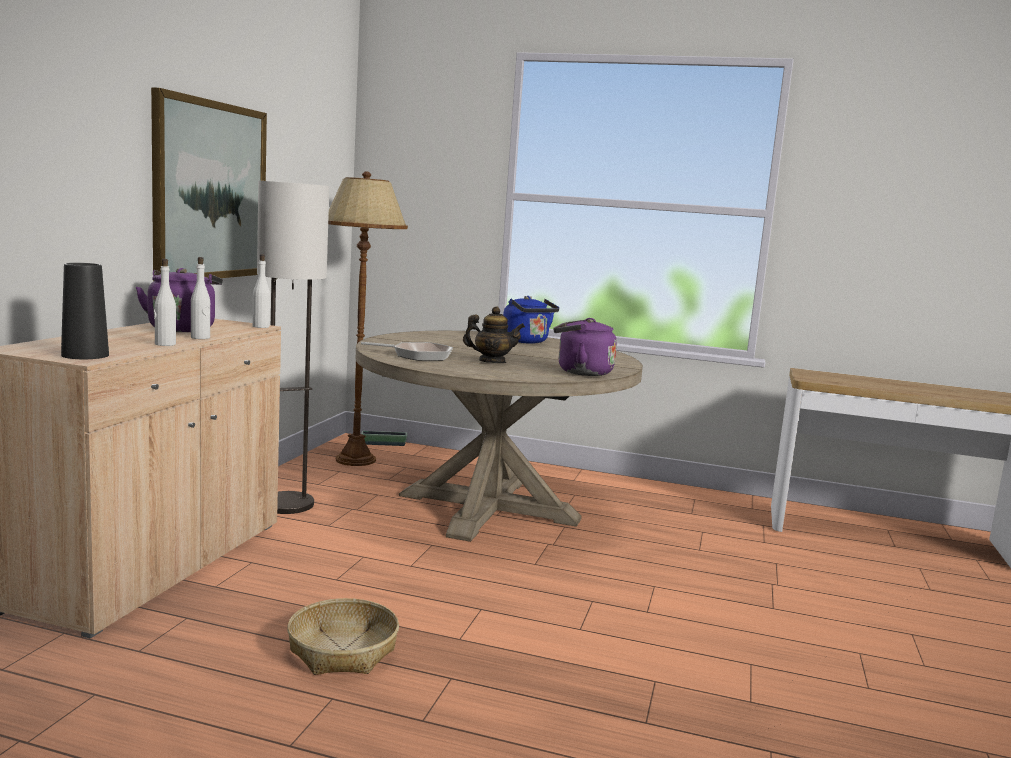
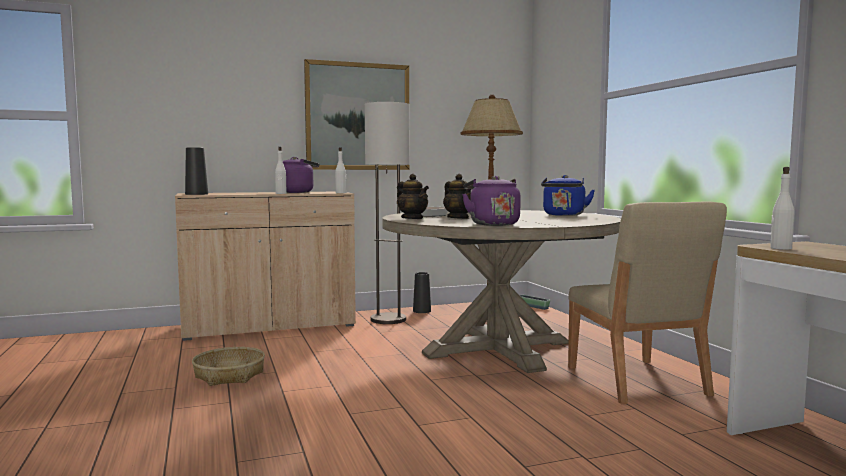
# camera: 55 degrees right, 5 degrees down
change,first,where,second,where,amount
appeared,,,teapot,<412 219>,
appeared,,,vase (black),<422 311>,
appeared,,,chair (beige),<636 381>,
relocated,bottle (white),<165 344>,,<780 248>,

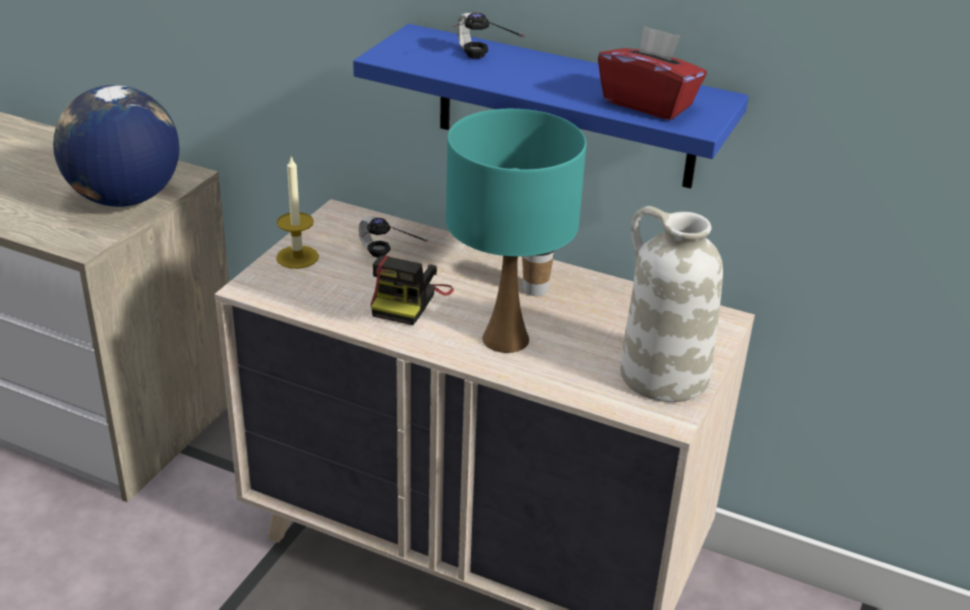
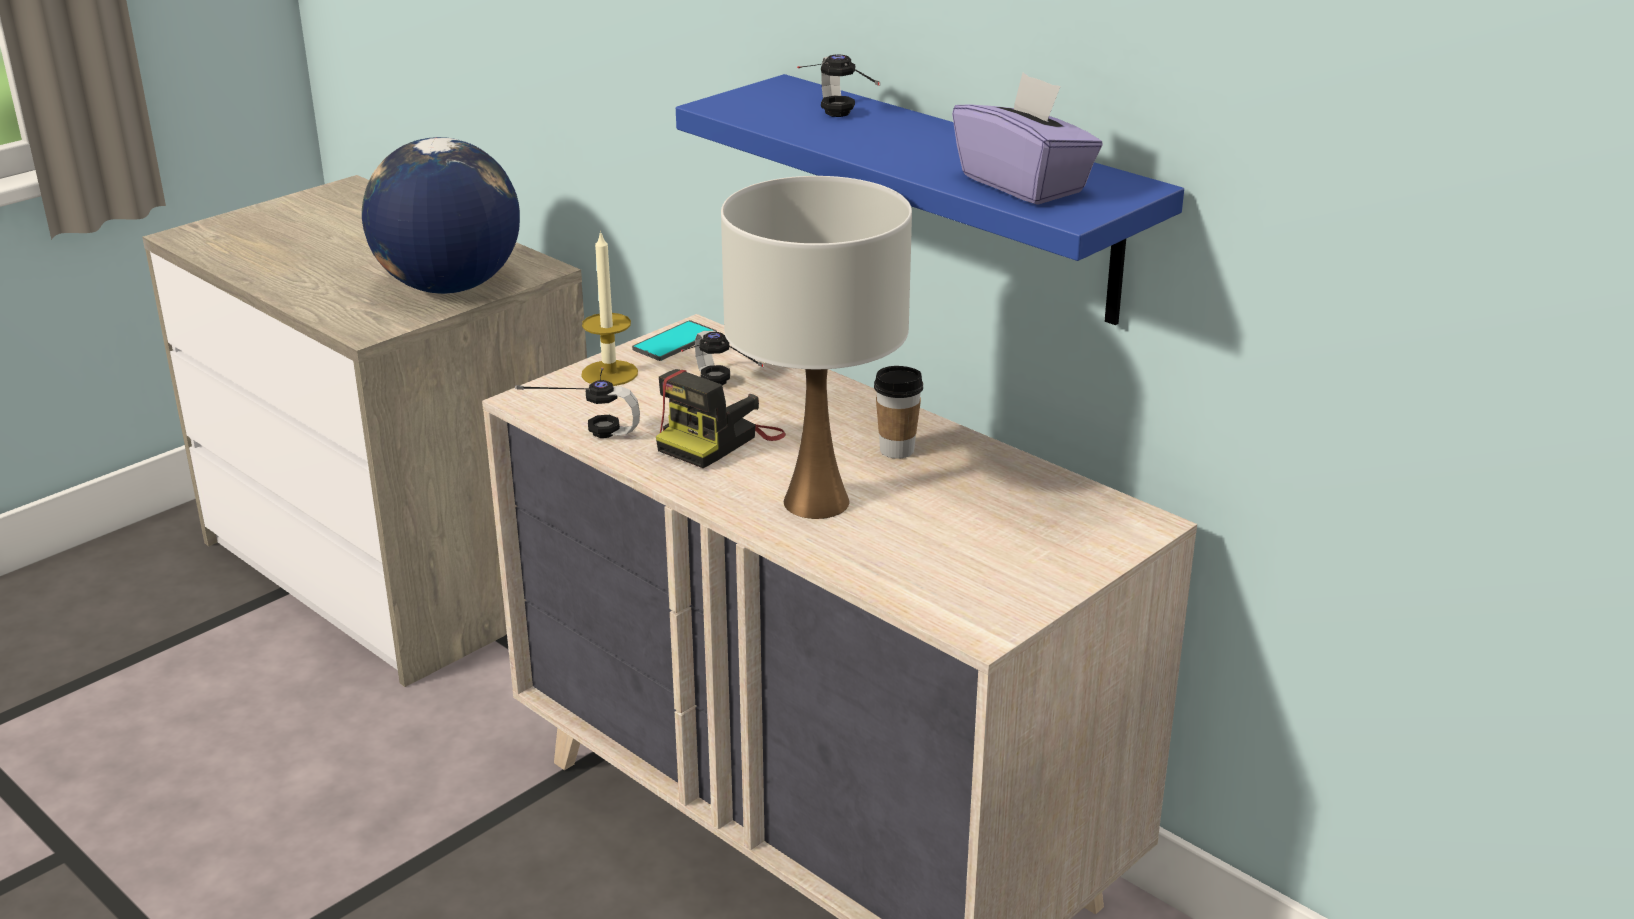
# camera: 20 degrees right, 5 degrees down
change,first,where,second,where,amount
appeared,,,headphones,<587 426>,
appeared,,,phone,<675 342>,
colour,table lamp (turquoise),<504 338>,table lamp (white),<815 501>,
colour,tissue box (red),<648 103>,tissue box (purple),<1024 184>,
missing,vase (white),<662 375>,,,

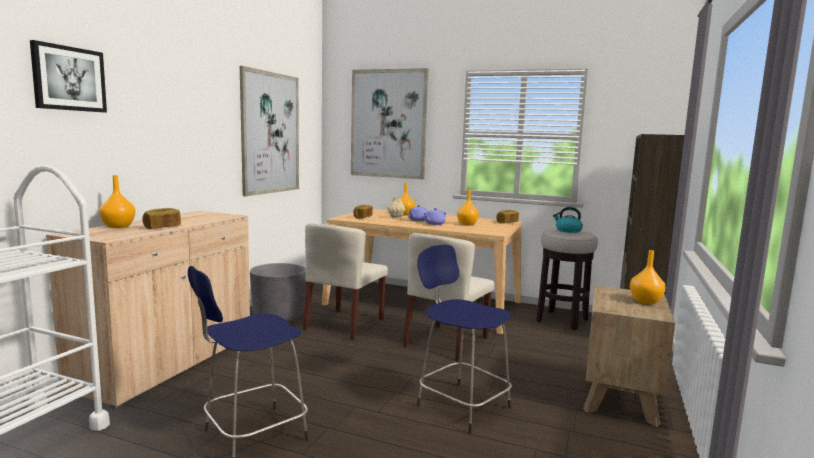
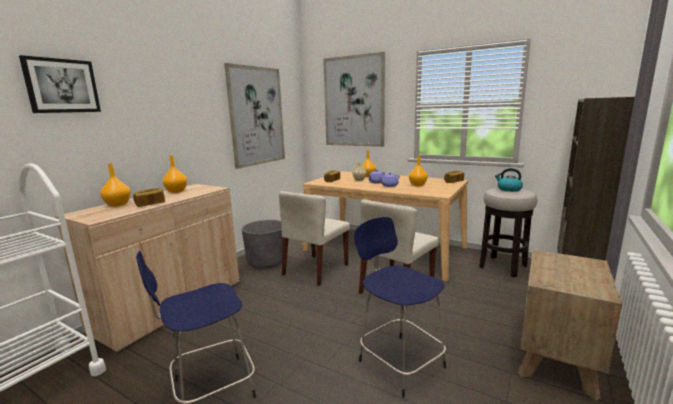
# camera: 10 degrees right, 5 degrees up
change,first,where,second,where,amount
relocated,vase (orange),<646 301>,,<176 191>,

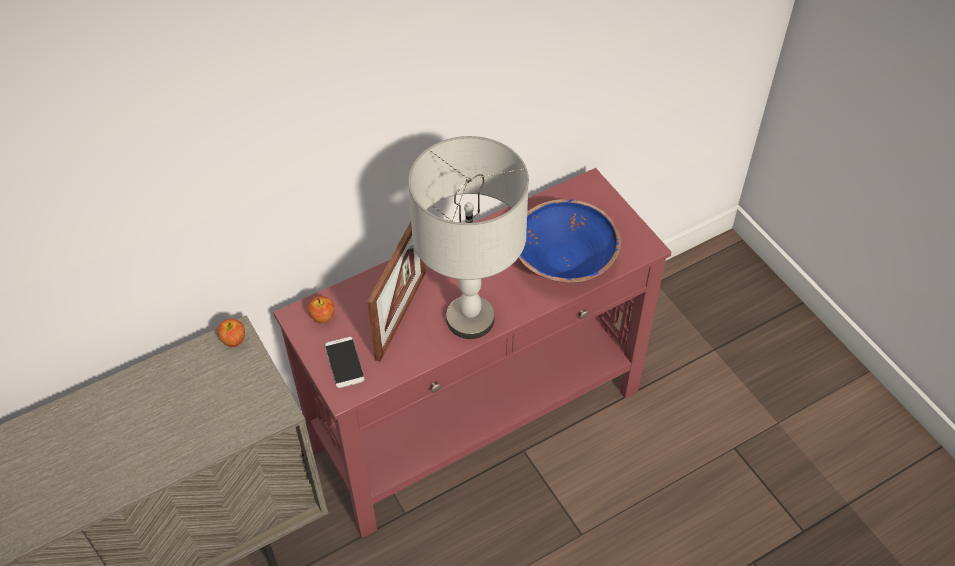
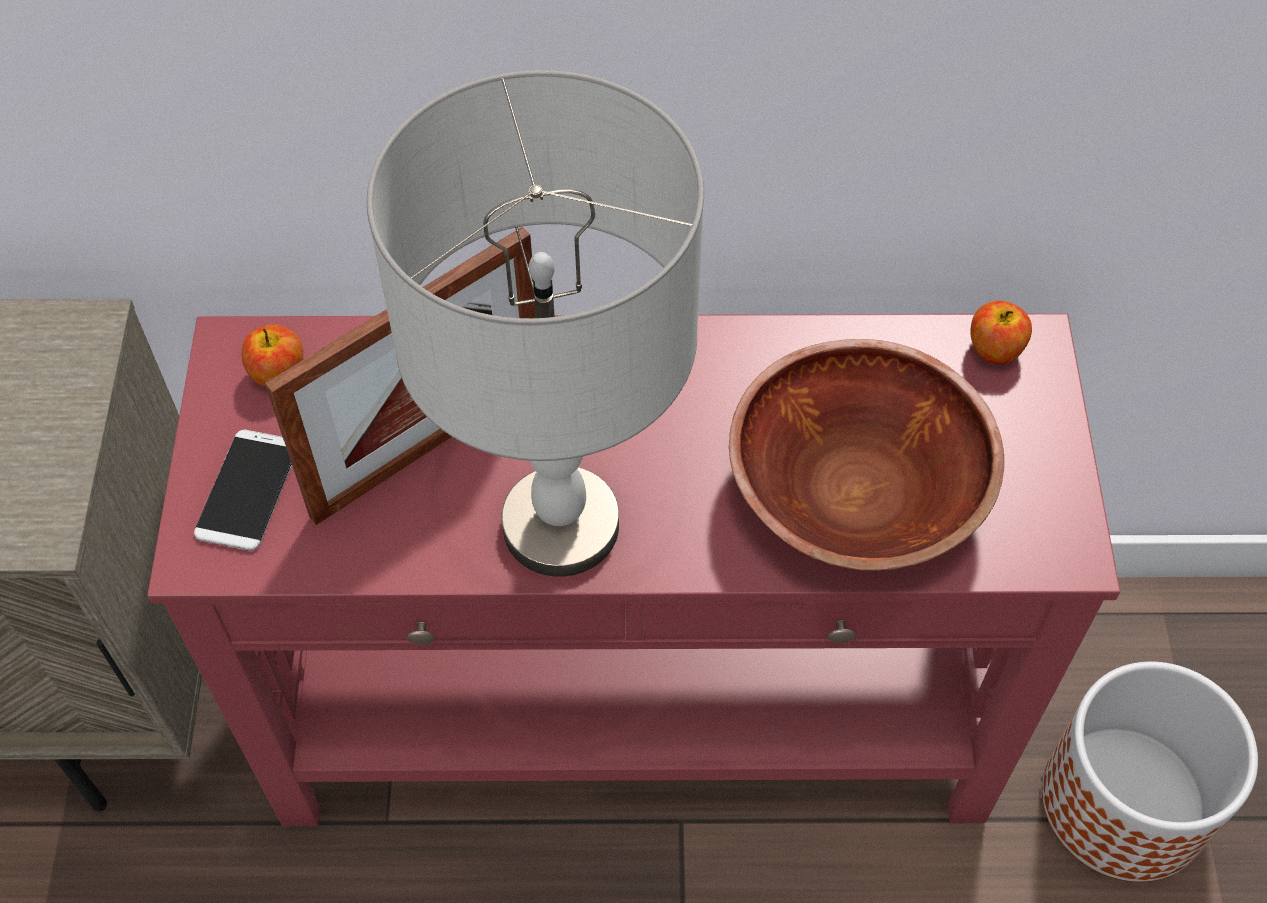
# camera: 30 degrees right, 5 degrees up
change,first,where,second,where,amount
colour,bowl (blue),<565 260>,bowl (brown),<857 492>,
relocated,apple,<233 340>,,<994 349>,
appeared,,,planter,<1124 803>,

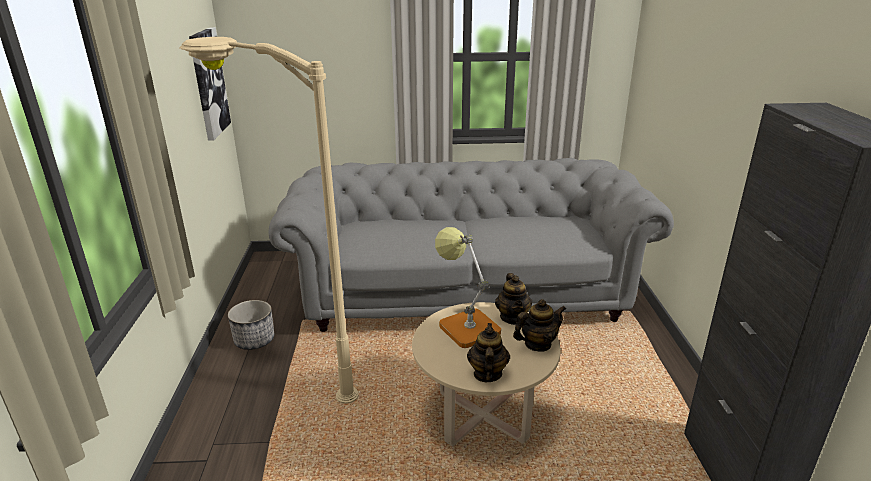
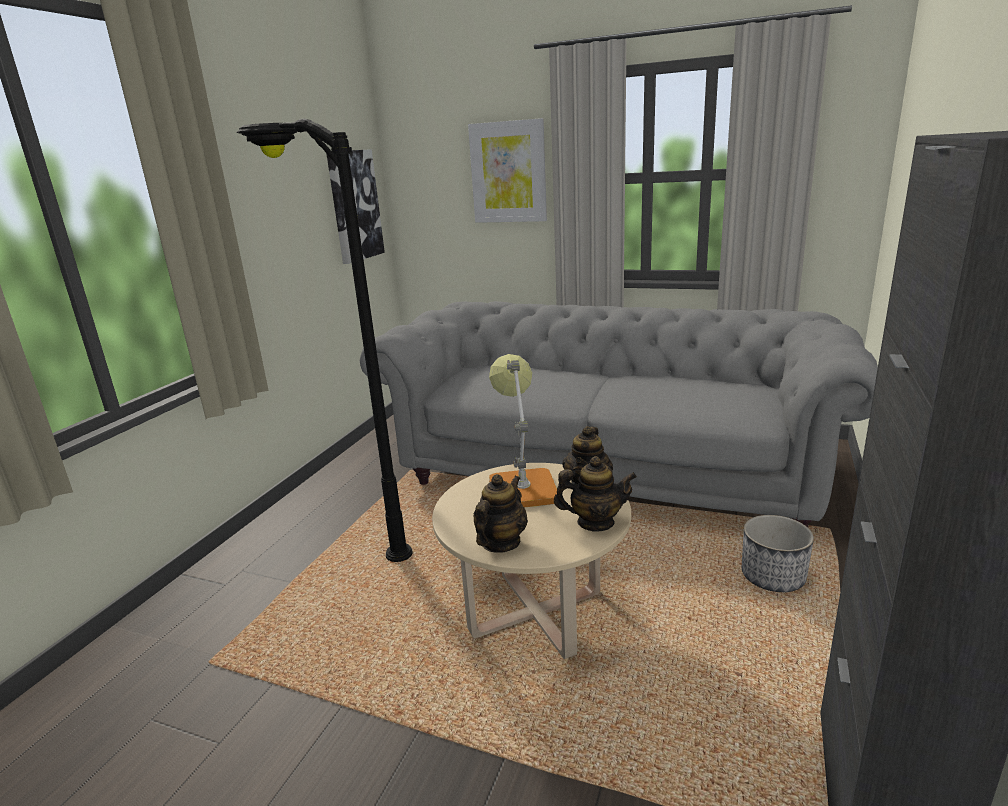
# camera: 25 degrees right, 5 degrees down
change,first,where,second,where,amount
colour,floor lamp (beige),<288 379>,floor lamp (black),<354 525>,
appeared,,,picture,<508 172>,
relocated,planter,<255 340>,,<773 577>,

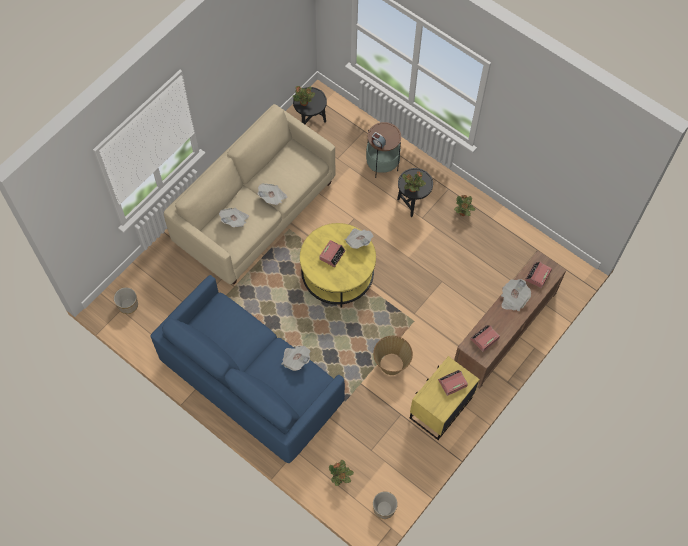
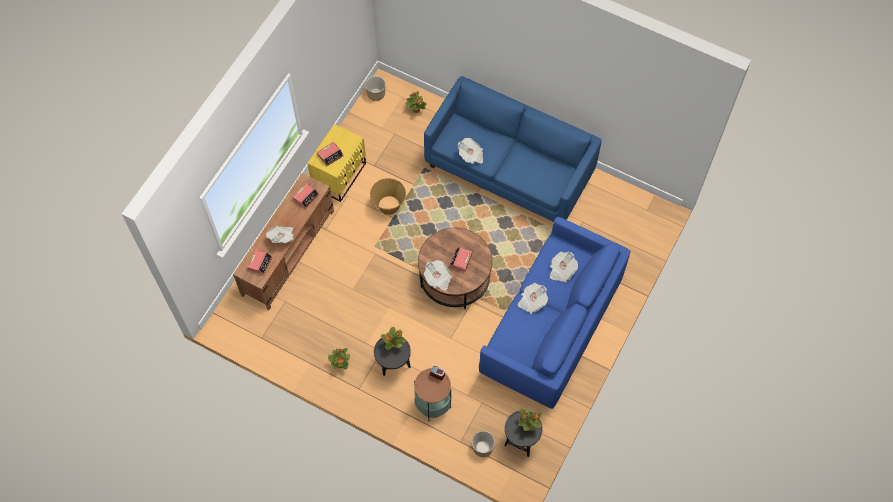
# camera: 170 degrees right, 0 degrees up
change,first,where,second,where,amount
colour,coffee table (yellow),<337 274>,coffee table (brown),<454 277>,
relocated,planter,<128 305>,,<482 448>,
colour,sofa (beige),<255 212>,sofa (blue),<551 327>,

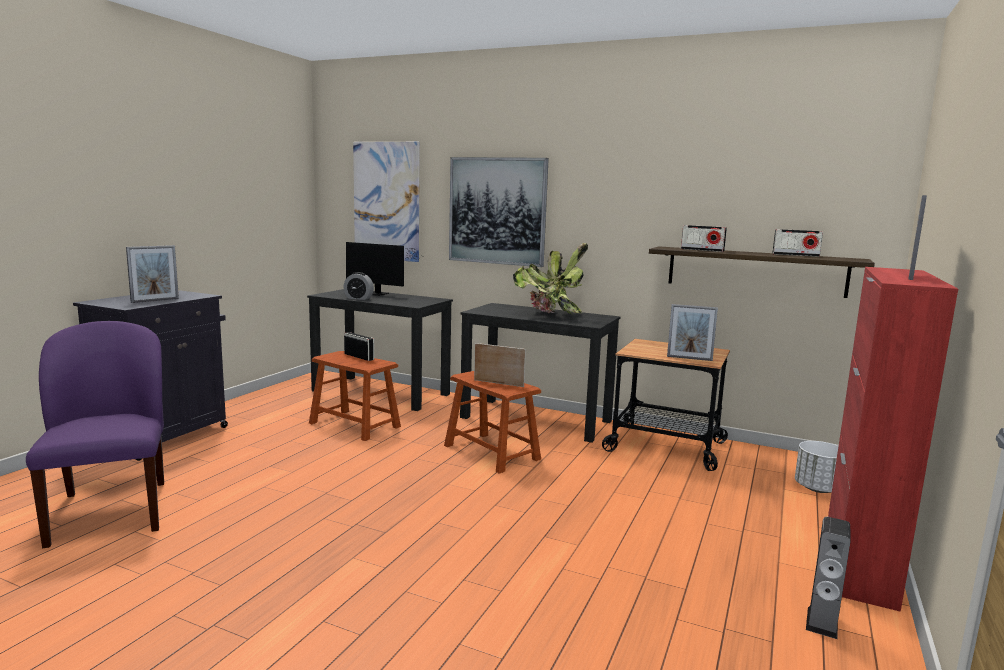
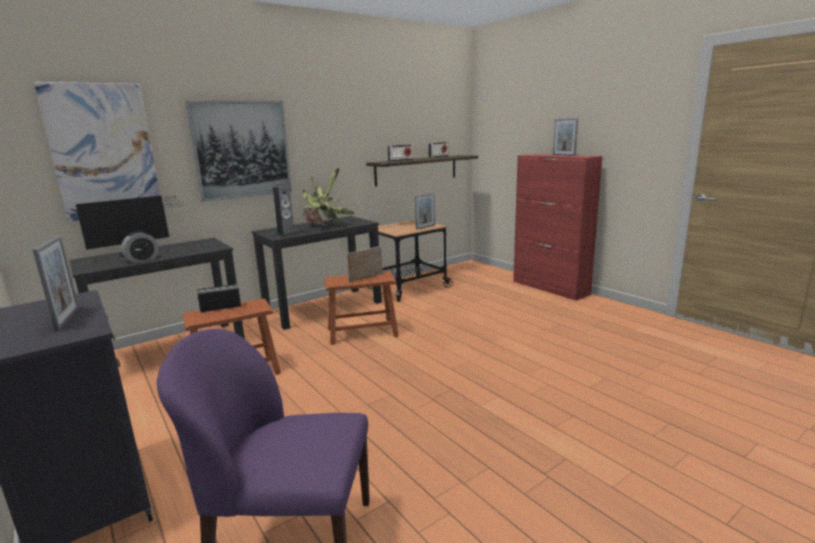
# camera: 60 degrees left, 5 degrees up
change,first,where,second,where,amount
relocated,speaker,<822 622>,,<286 234>,
missing,planter (white),<818 489>,,,

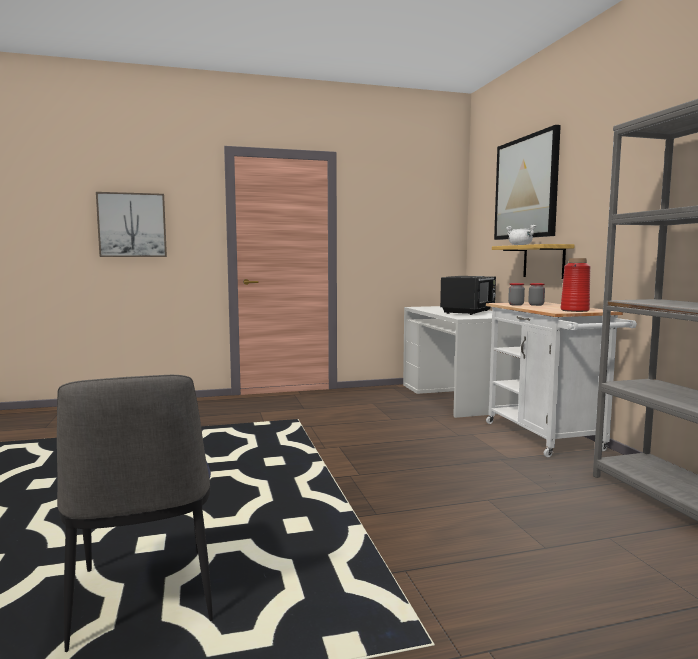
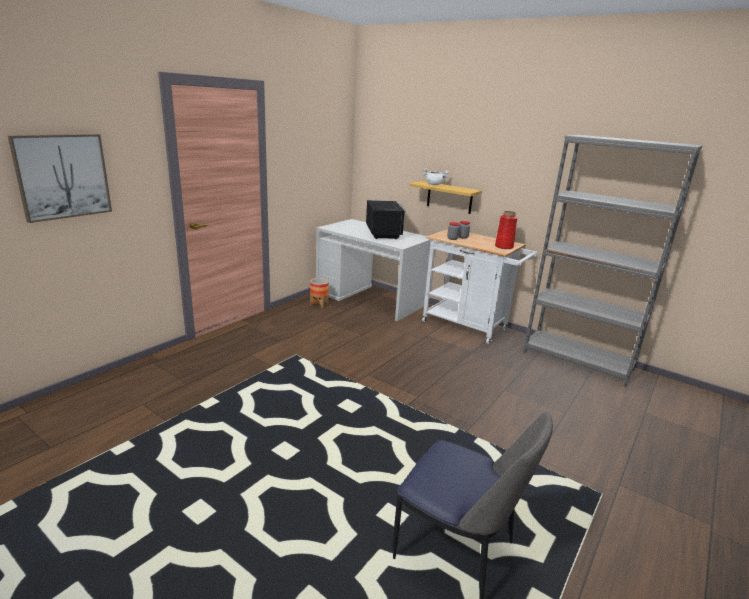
# camera: 40 degrees left, 15 degrees up
change,first,where,second,where,amount
appeared,,,planter,<319 304>,
missing,picture,<526 188>,,,

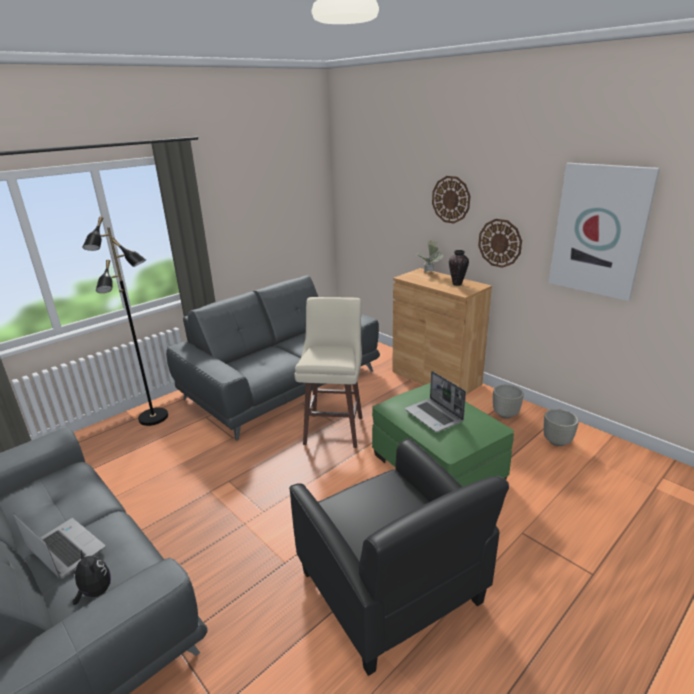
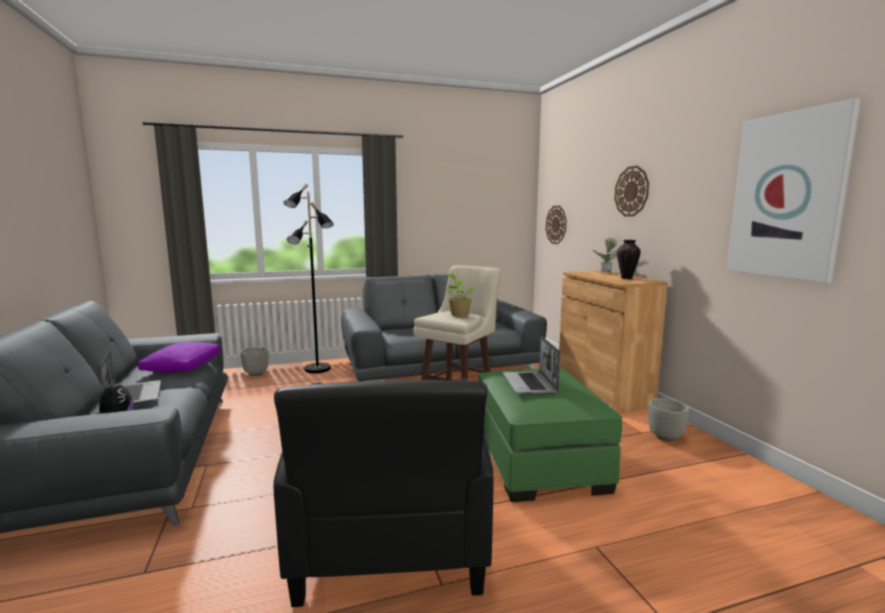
# camera: 25 degrees right, 15 degrees down
change,first,where,second,where,amount
appeared,,,pillow (purple),<183 366>,
relocated,planter (grey),<556 441>,,<256 373>,
appeared,,,potted plant,<459 315>,
relocated,wall clock,<500 243>,,<556 225>,

